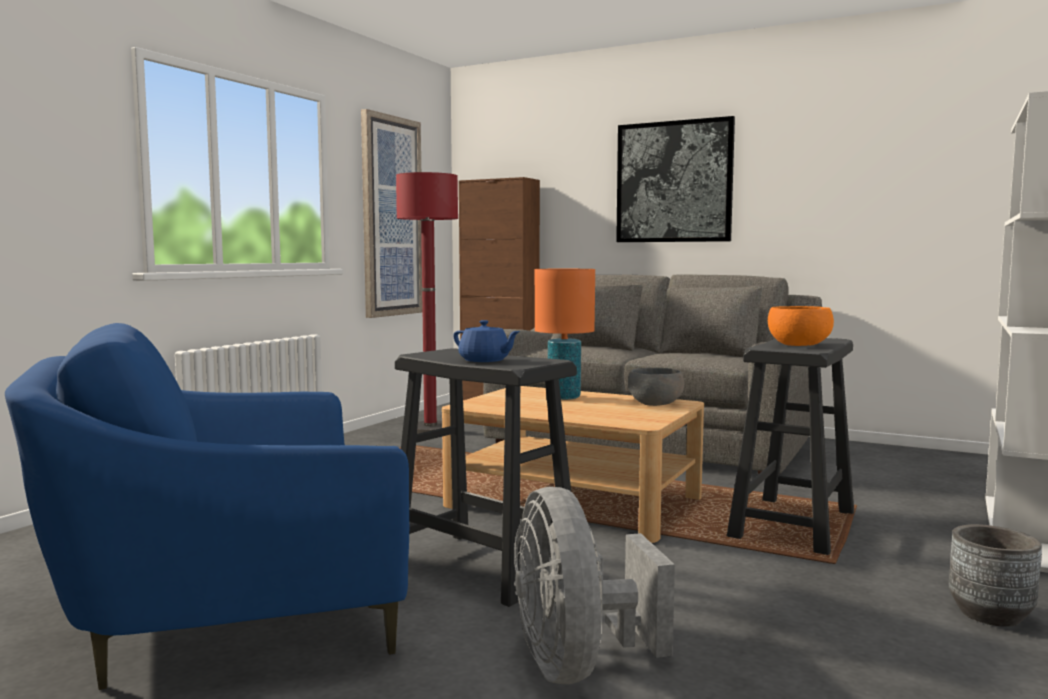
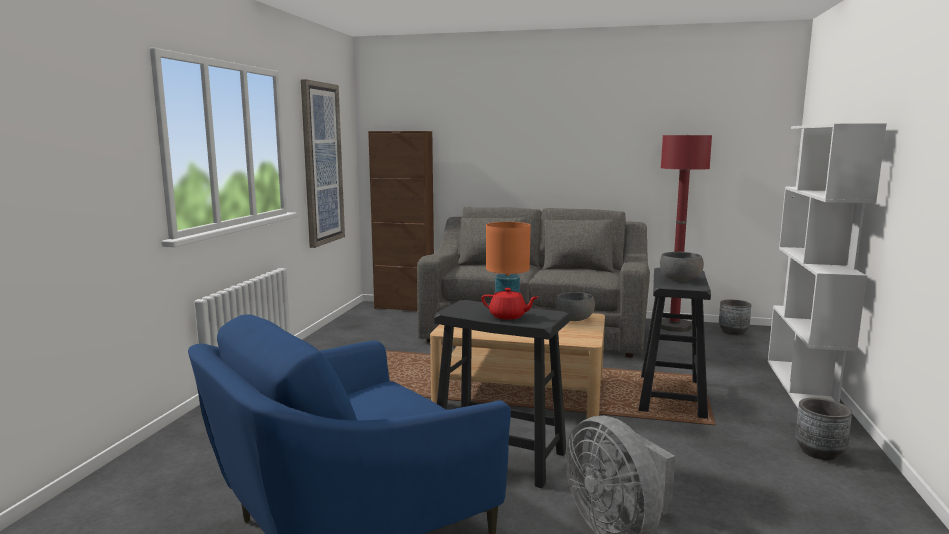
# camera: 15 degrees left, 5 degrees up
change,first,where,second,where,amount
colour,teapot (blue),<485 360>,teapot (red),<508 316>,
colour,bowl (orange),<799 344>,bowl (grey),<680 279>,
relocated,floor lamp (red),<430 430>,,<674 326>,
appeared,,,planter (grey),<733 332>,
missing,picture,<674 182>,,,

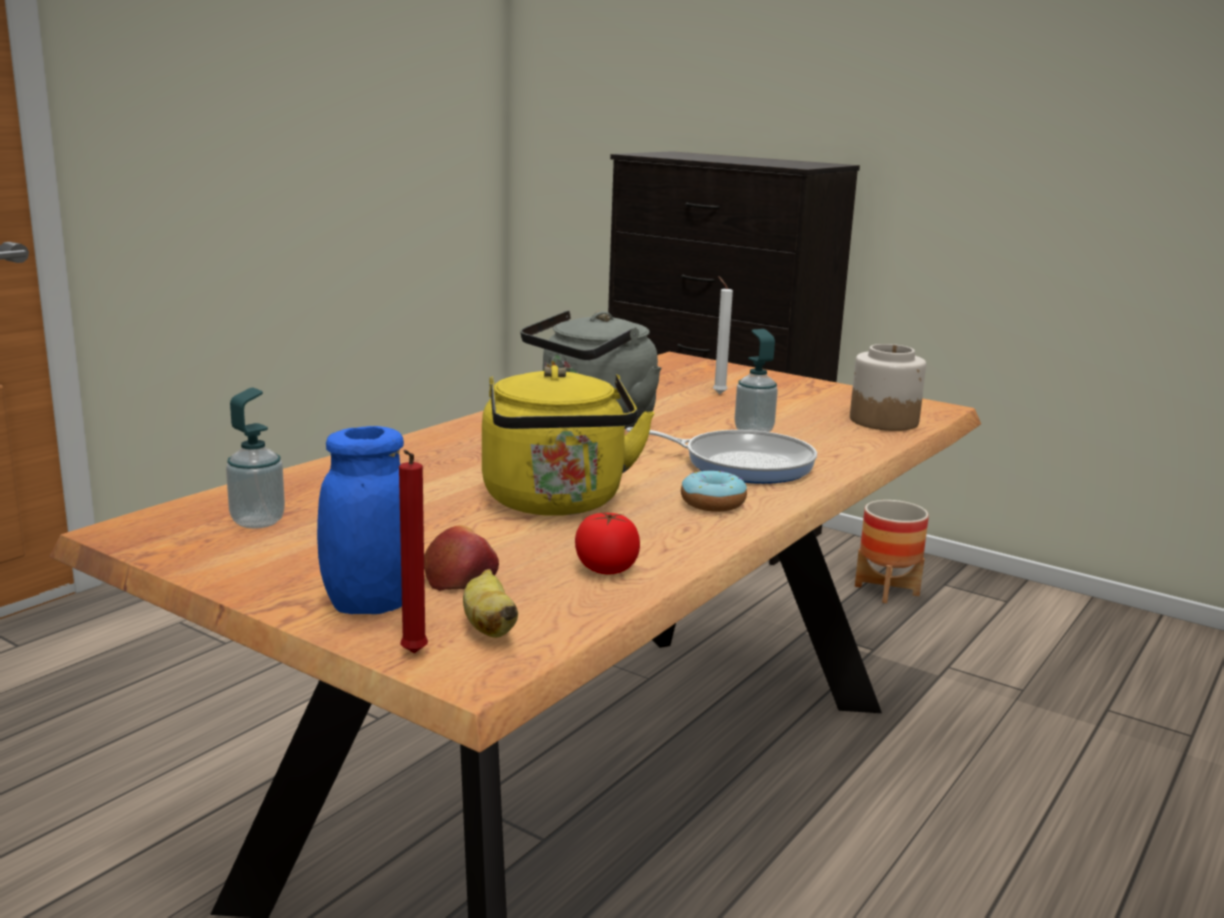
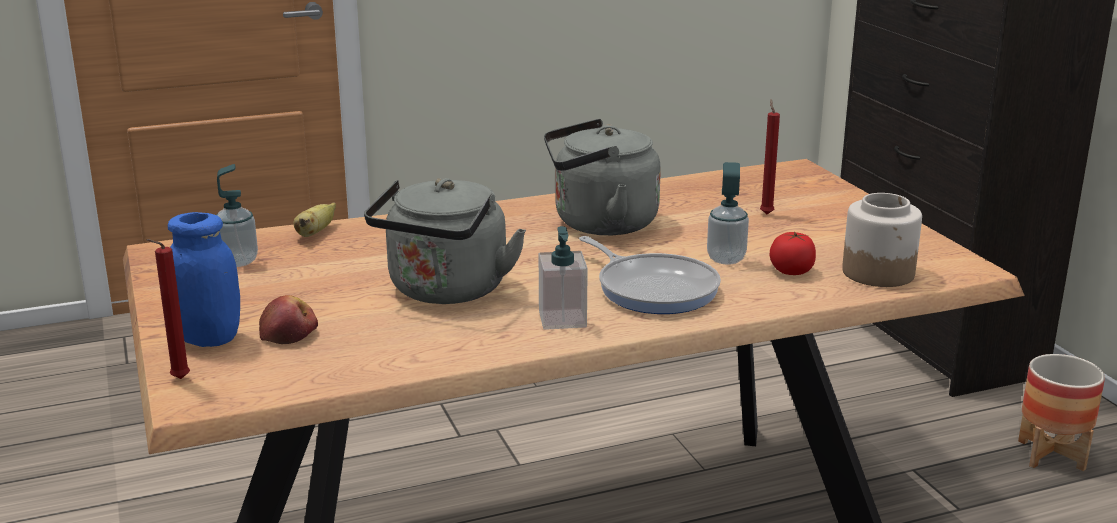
# camera: 35 degrees right, 5 degrees up
change,first,where,second,where,amount
relocated,banana,<489 627>,,<315 233>,
colour,kettle (yellow),<556 503>,kettle (grey),<445 291>,
exchanged,donut,<712 503>,soap dispenser,<562 319>,
colour,candle (white),<718 393>,candle (red),<766 213>,
relocated,tomato,<606 569>,,<791 271>,

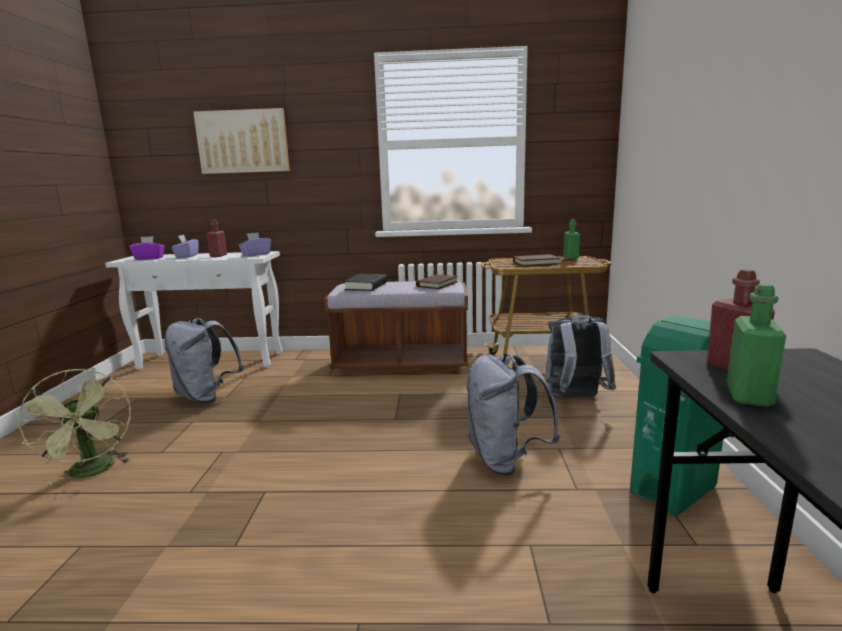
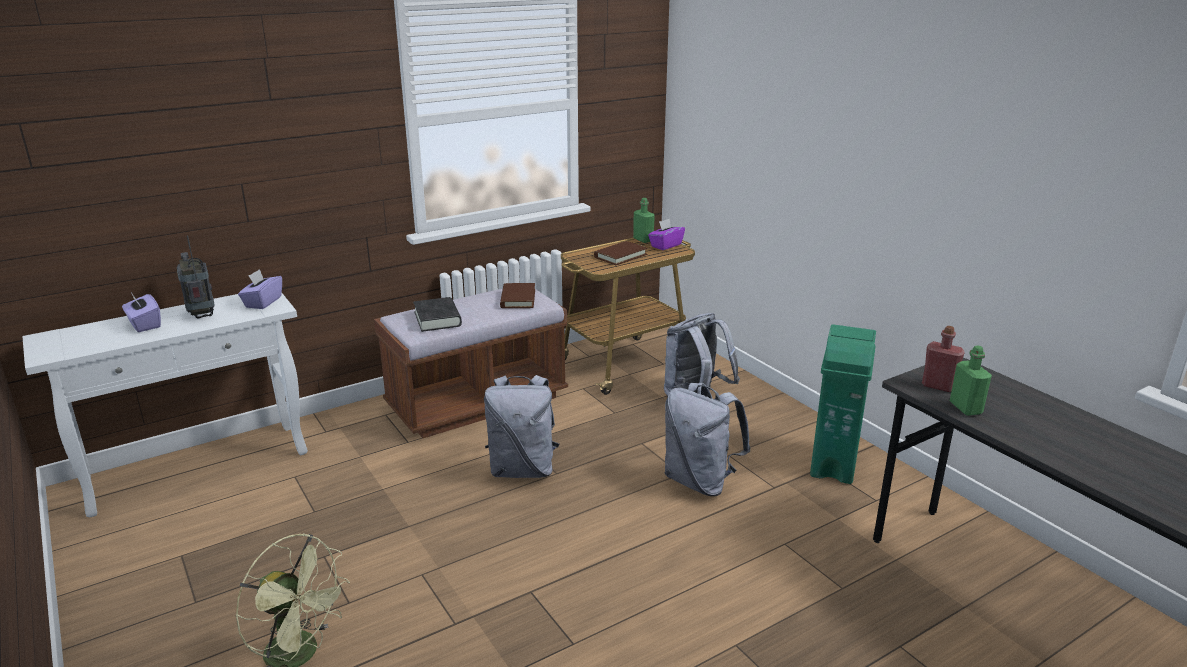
# camera: 35 degrees left, 10 degrees up
change,first,where,second,where,amount
exchanged,bottle (red),<218 256>,radio,<202 314>,
relocated,backpack (grey),<206 396>,,<523 469>,
relocated,tissue box (purple),<149 258>,,<665 245>,
missing,picture,<243 141>,,,

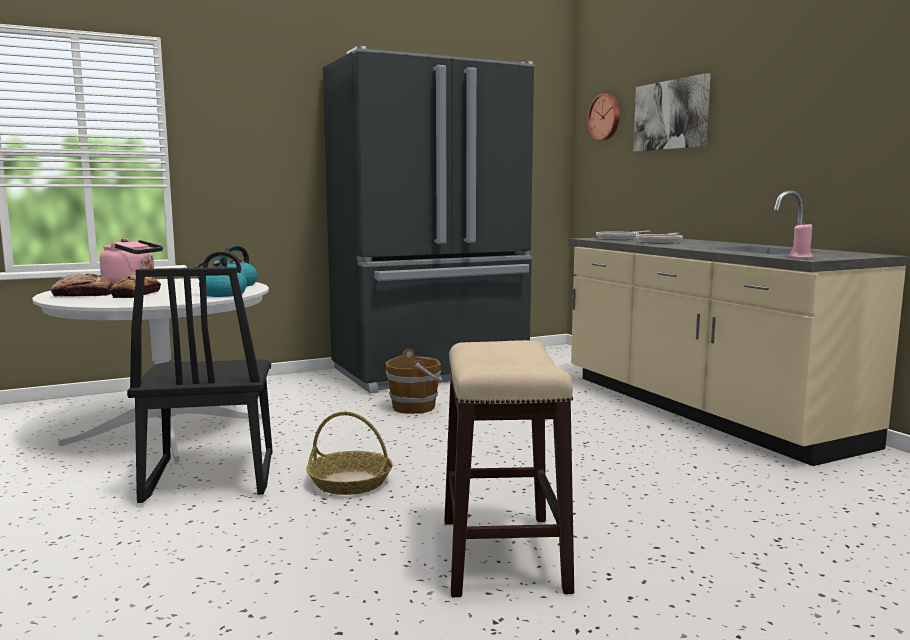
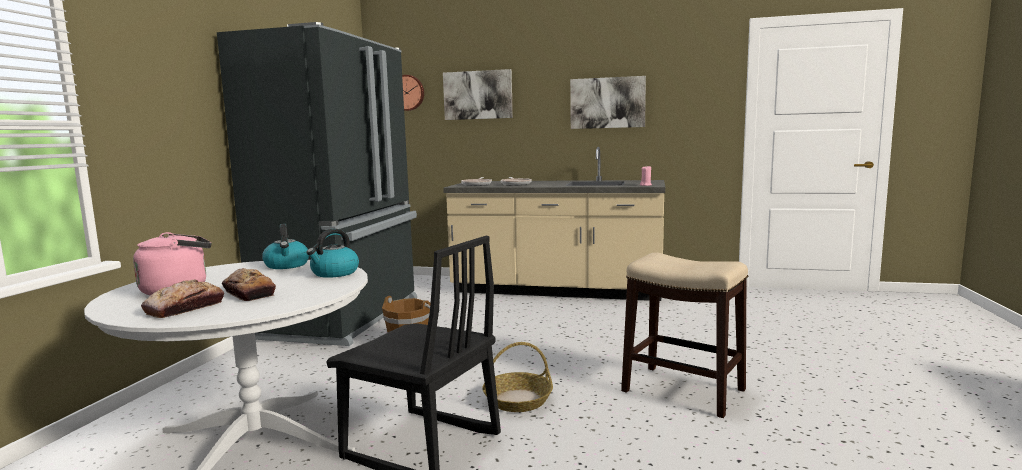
# camera: 50 degrees left, 0 degrees up
change,first,where,second,where,amount
appeared,,,picture,<607 103>,

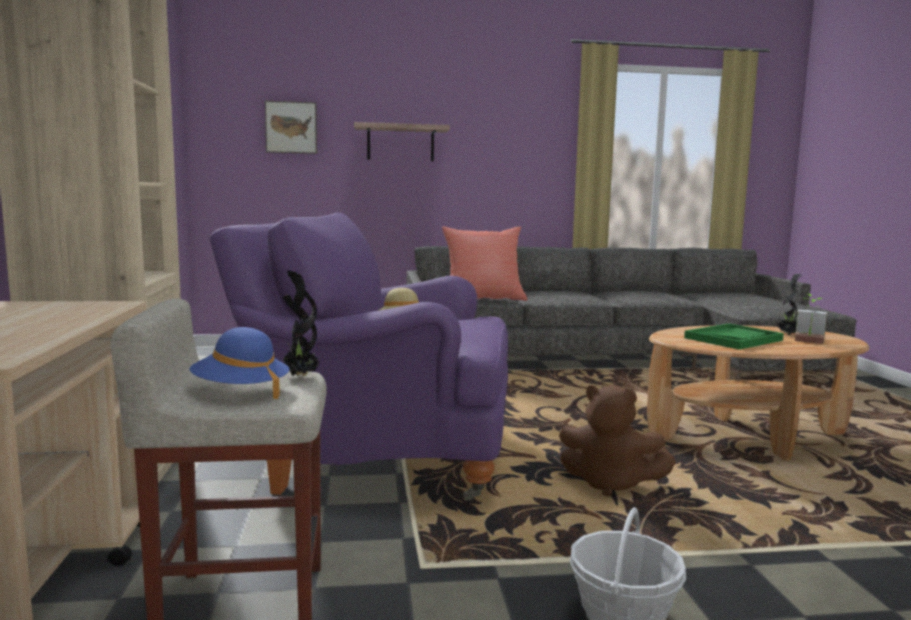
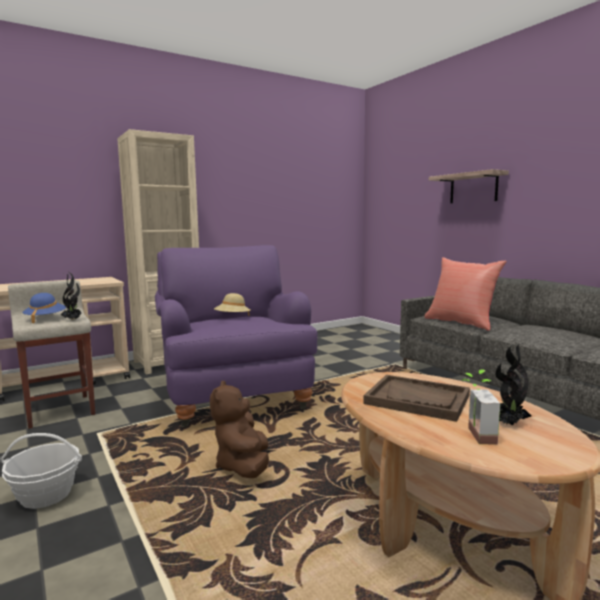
# camera: 65 degrees right, 0 degrees up
change,first,where,second,where,amount
colour,tray (green),<733 339>,tray (brown),<417 399>,
missing,picture,<291 127>,,,

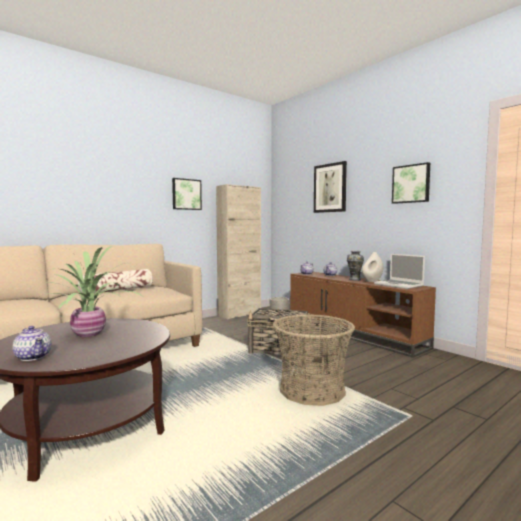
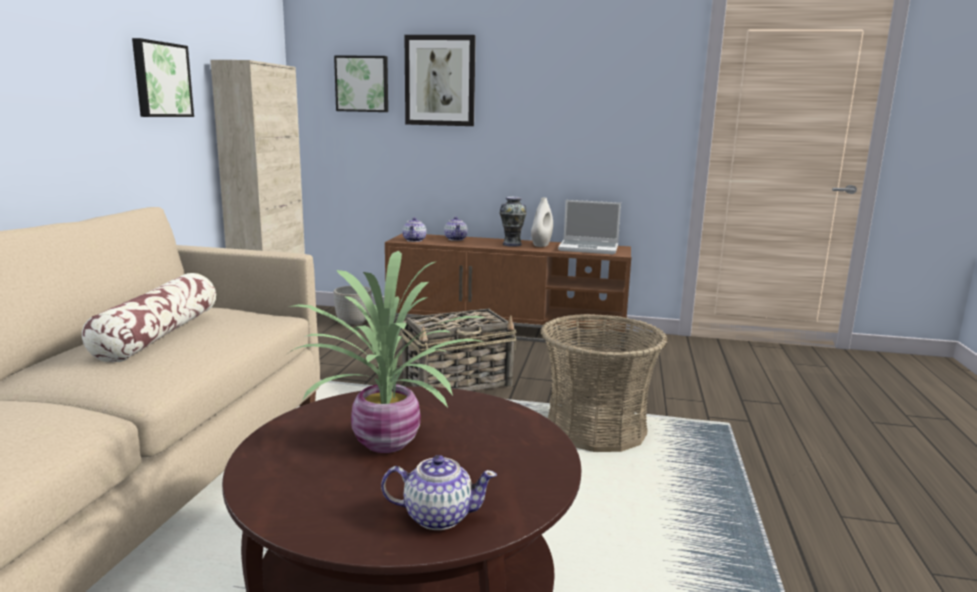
# camera: 40 degrees left, 10 degrees up
change,first,where,second,where,amount
relocated,picture,<411 184>,,<362 84>,

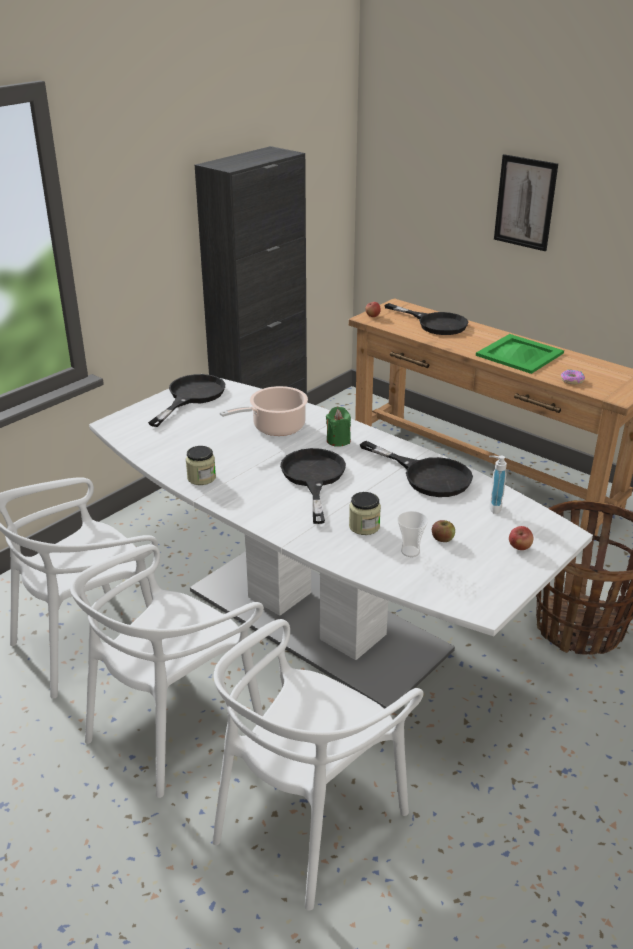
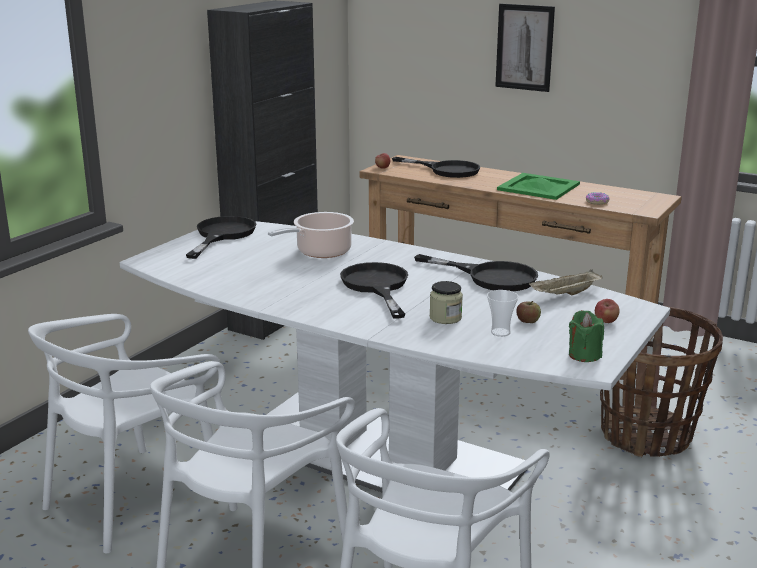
# camera: 10 degrees left, 10 degrees down
change,first,where,second,where,amount
exchanged,soap dispenser,<492 507>,tray (beige),<565 295>,
relocated,candle (green),<338 440>,,<584 355>,
missing,jar,<201 478>,,,

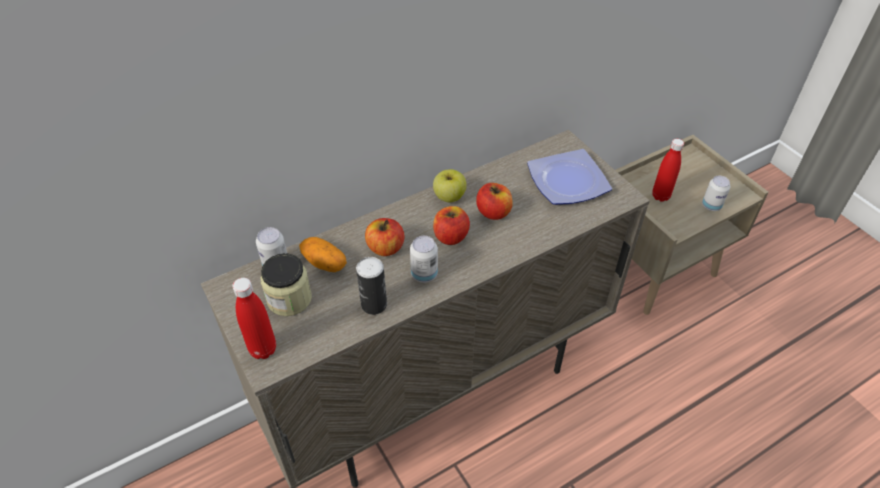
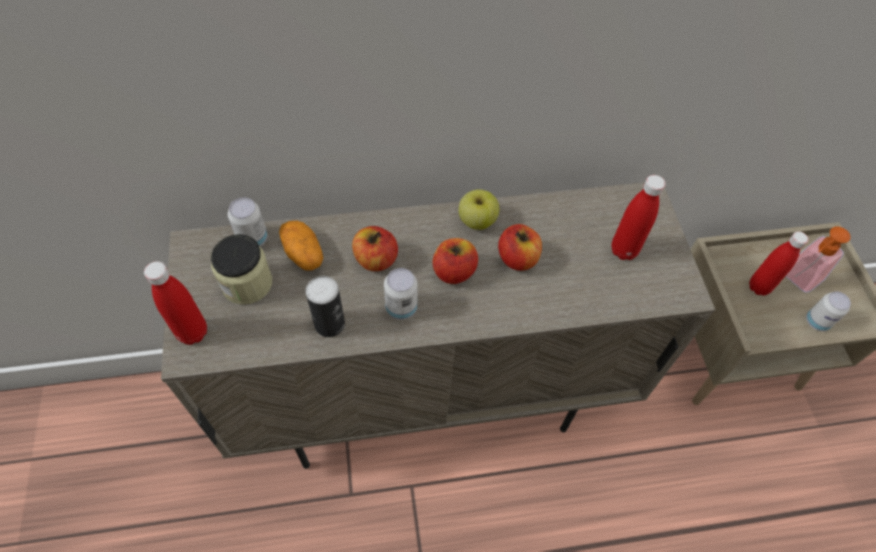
# camera: 20 degrees right, 10 degrees up
change,first,where,second,where,amount
exchanged,plate,<567 183>,bottle (red),<623 250>,
appeared,,,soap dispenser,<797 279>,

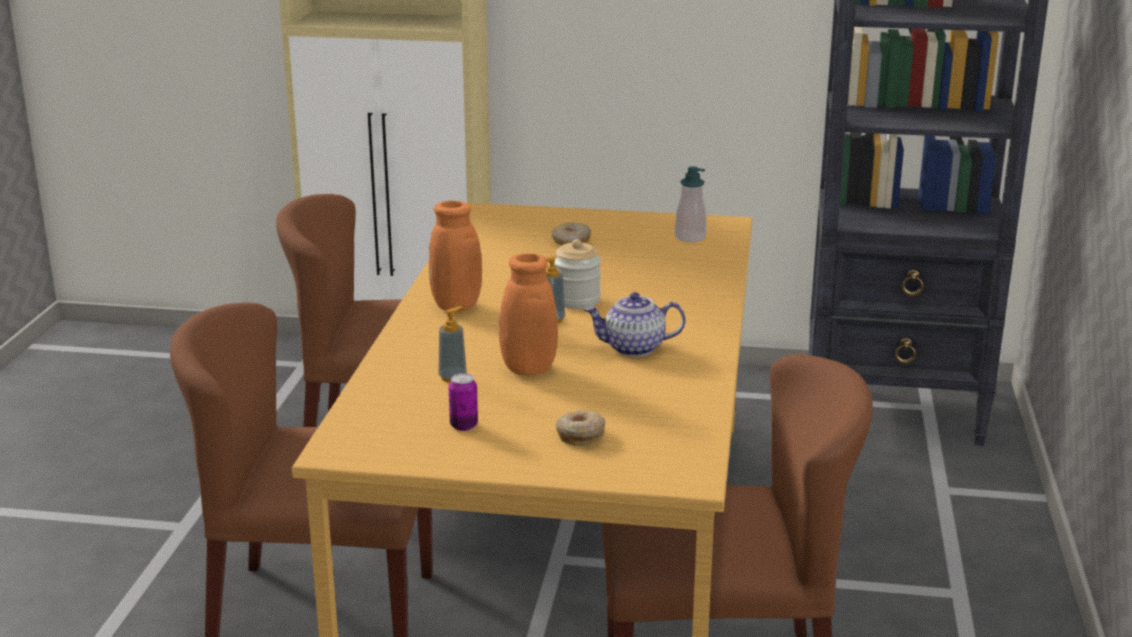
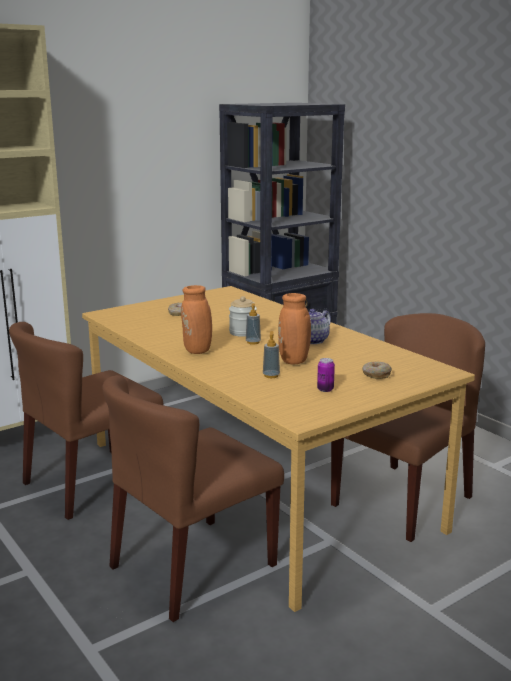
# camera: 45 degrees left, 5 degrees down
change,first,where,second,where,amount
missing,soap dispenser,<690 237>,,,

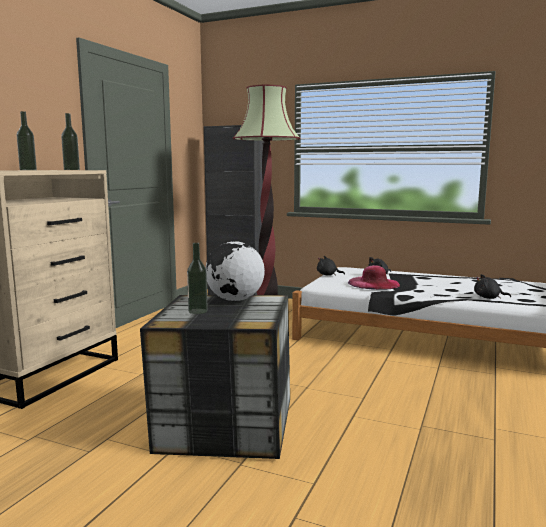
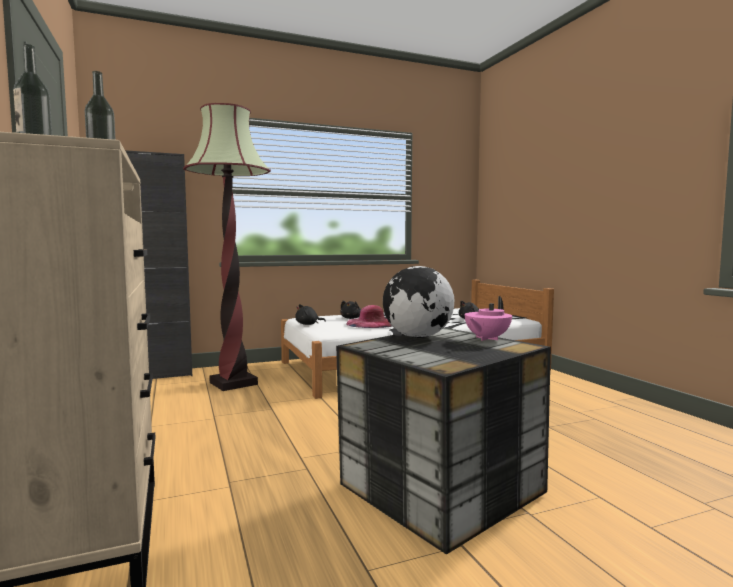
# camera: 45 degrees left, 5 degrees down
change,first,where,second,where,amount
appeared,,,teapot (pink),<486 339>,
missing,bottle,<197 311>,,,

